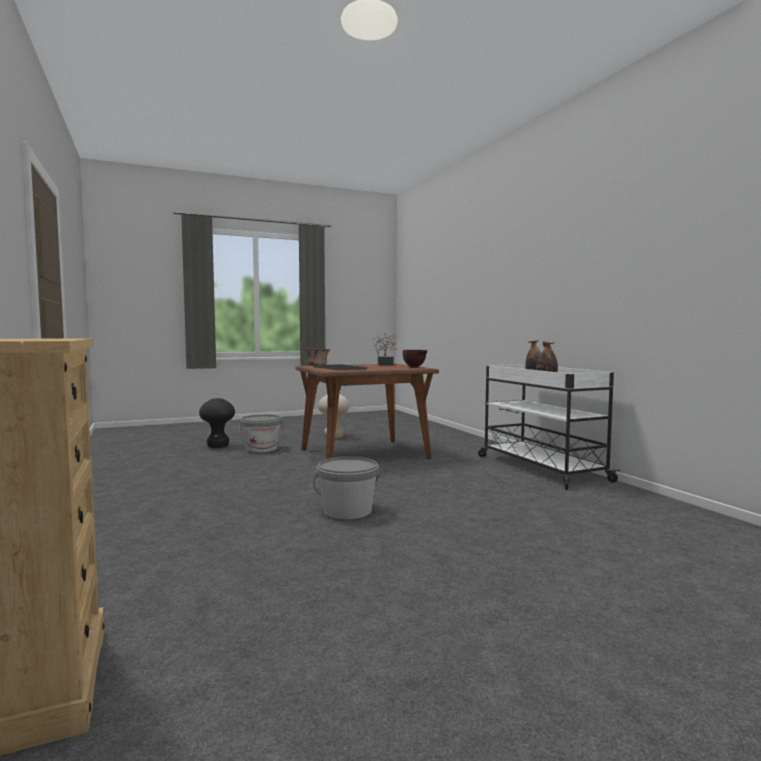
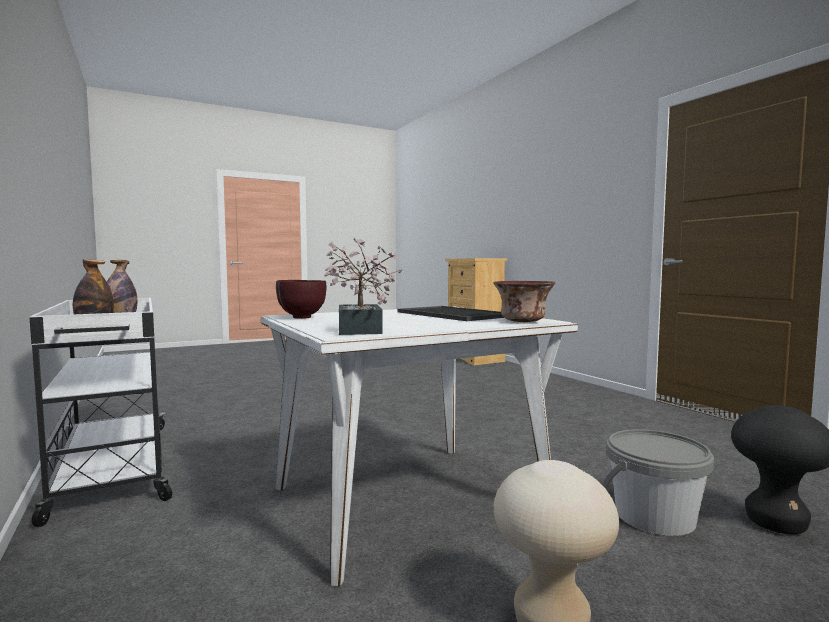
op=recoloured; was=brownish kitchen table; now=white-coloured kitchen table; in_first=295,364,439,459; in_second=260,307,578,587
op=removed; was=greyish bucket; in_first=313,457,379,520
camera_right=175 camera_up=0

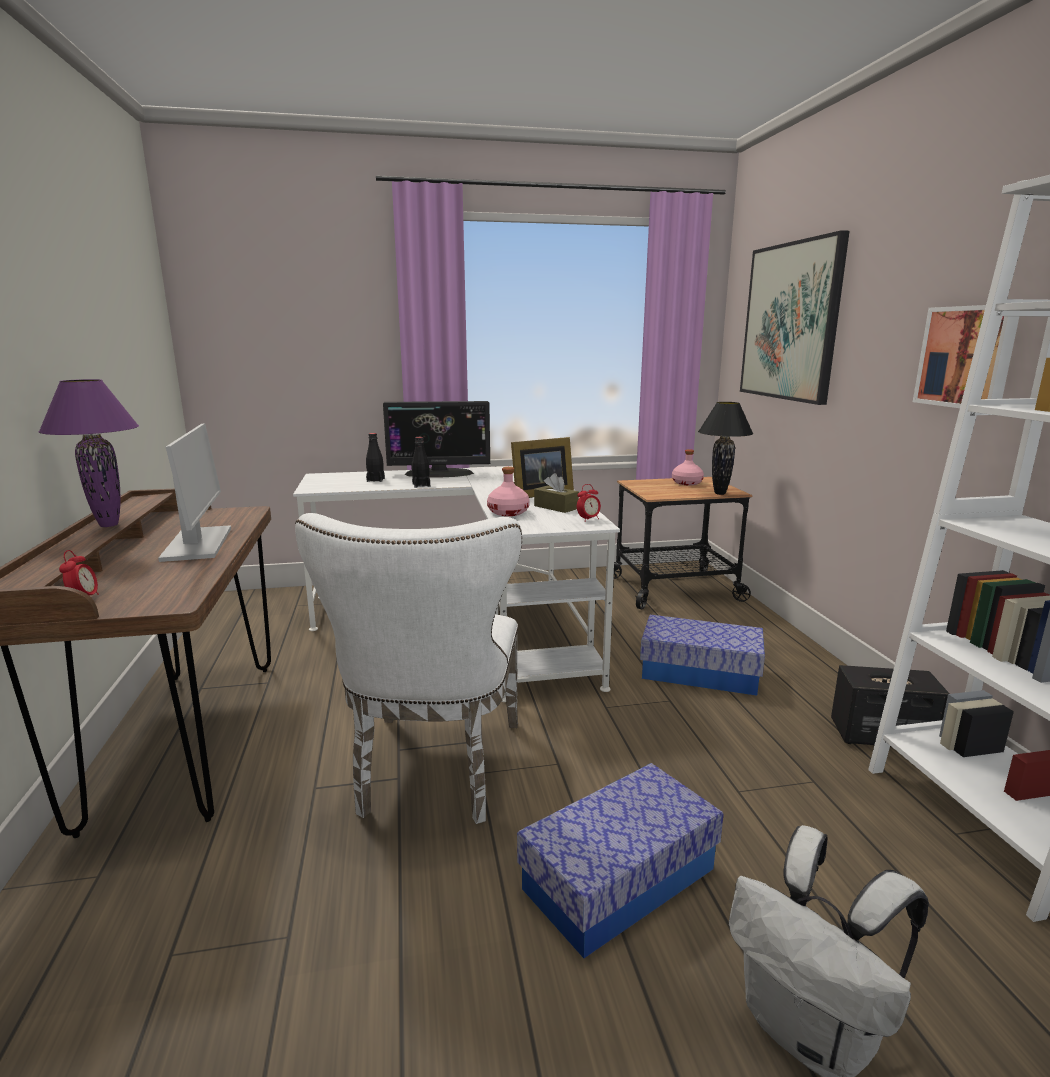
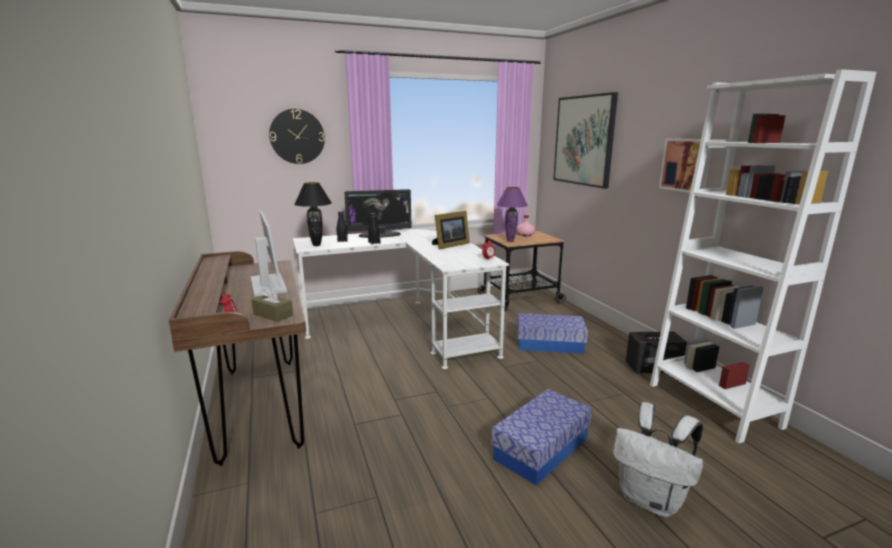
op=moved; was=brownish tissue holder; in_first=534,473,579,513; in_second=252,285,293,322
op=added; now=wall clock; in_second=269,109,325,164
op=moved; was=black-coloured table lamp; in_first=698,402,753,495; in_second=294,182,332,246
op=moved; was=purple table lamp; in_first=38,379,139,527; in_second=496,187,528,242
op=removed; was=white-coloured upright chair; in_first=295,513,522,824
op=removed; was=pink bottle; in_first=487,467,530,516
camera_right=-10 camera_up=0

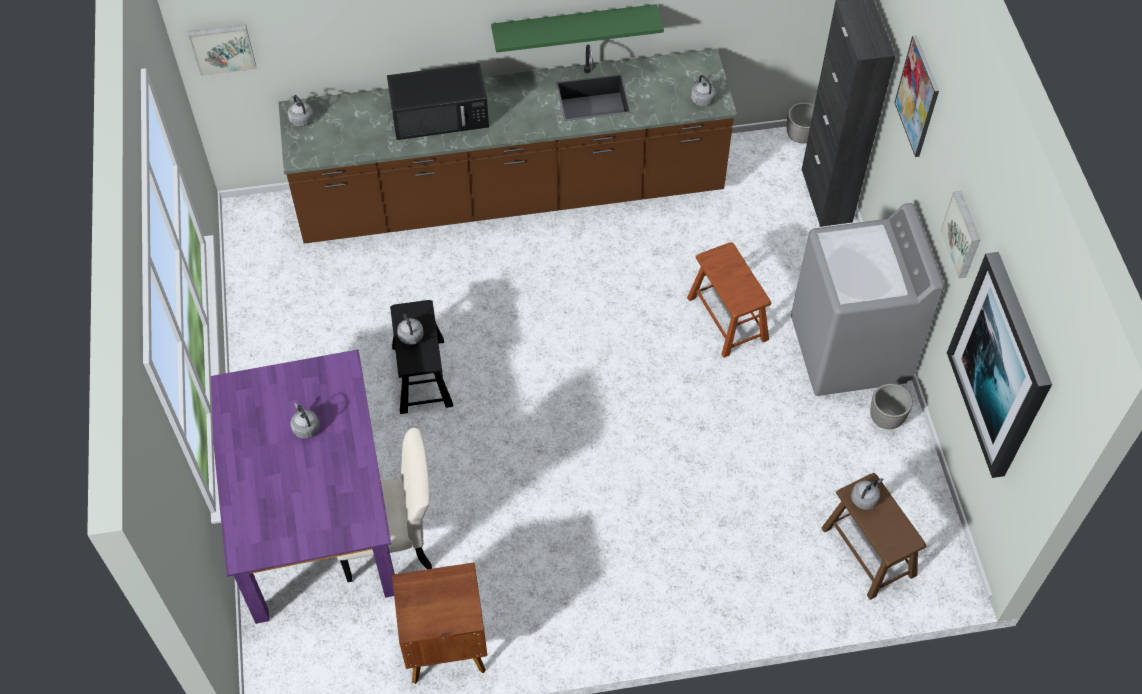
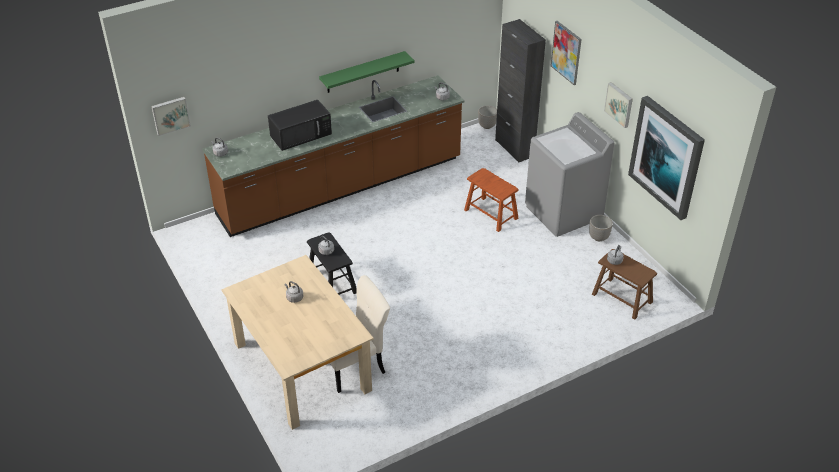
op=recoloured; was=purple kitchen table; now=sand-coloured kitchen table; in_first=211,350,395,624; in_second=221,255,374,430
op=removed; was=brownish nightstand; in_first=392,562,487,684
camera_right=-20 camera_up=-15

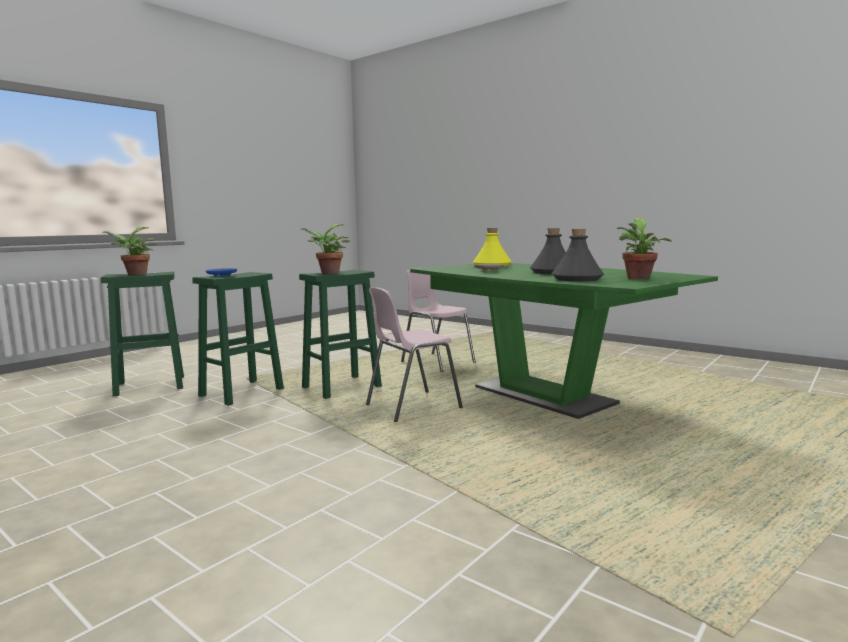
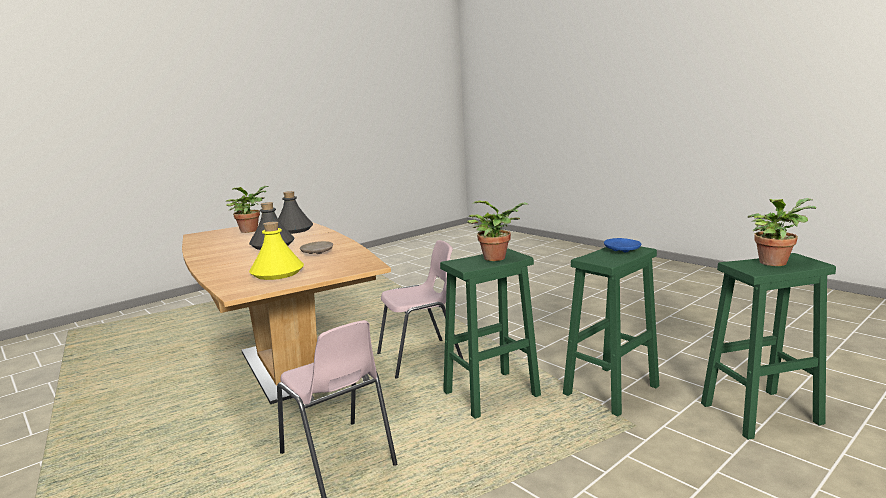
op=recoloured; was=green kitchen table; now=brownish kitchen table; in_first=410,263,718,419; in_second=182,222,391,404
camera_right=-170 camera_up=5

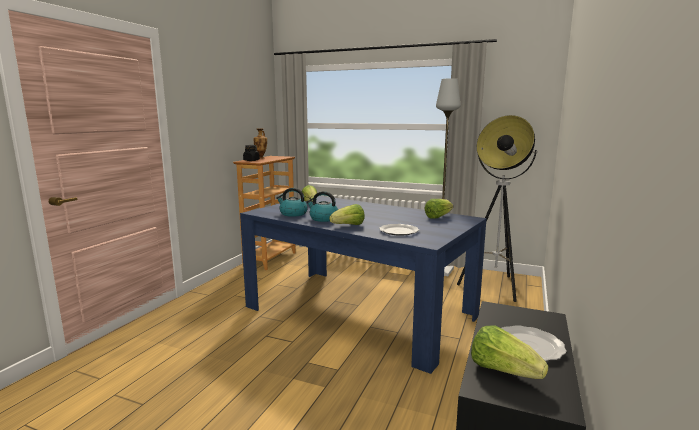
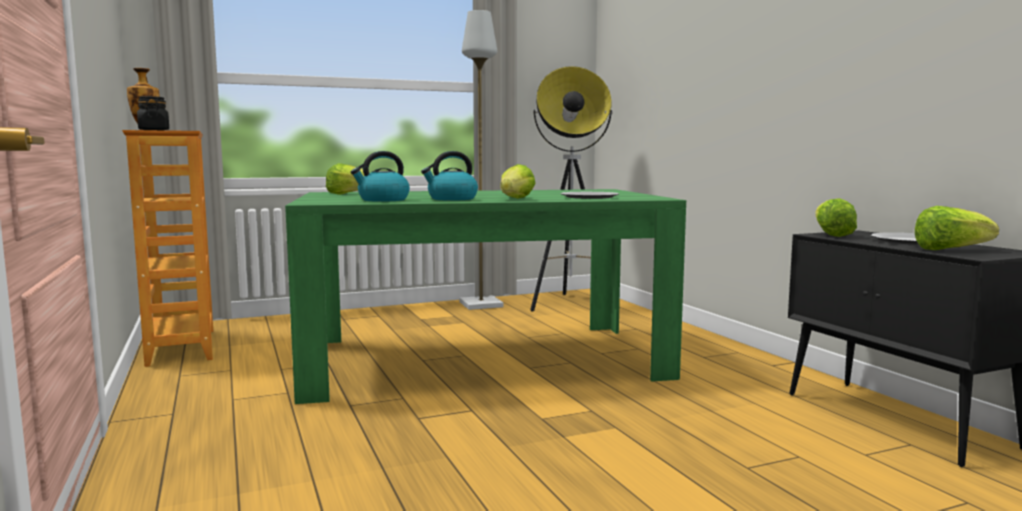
op=recoloured; was=blue kitchen table; now=green kitchen table; in_first=240,196,487,374; in_second=285,189,686,404
op=moved; was=lettuce head; in_first=424,199,453,219; in_second=815,198,857,237
camera_right=-45 camera_up=-5

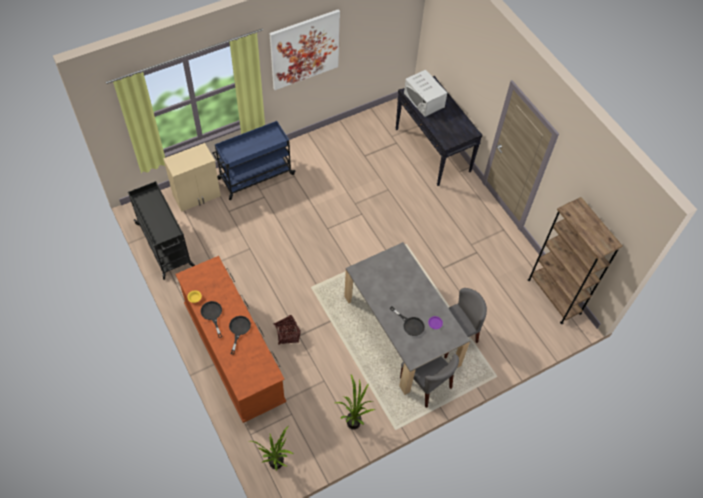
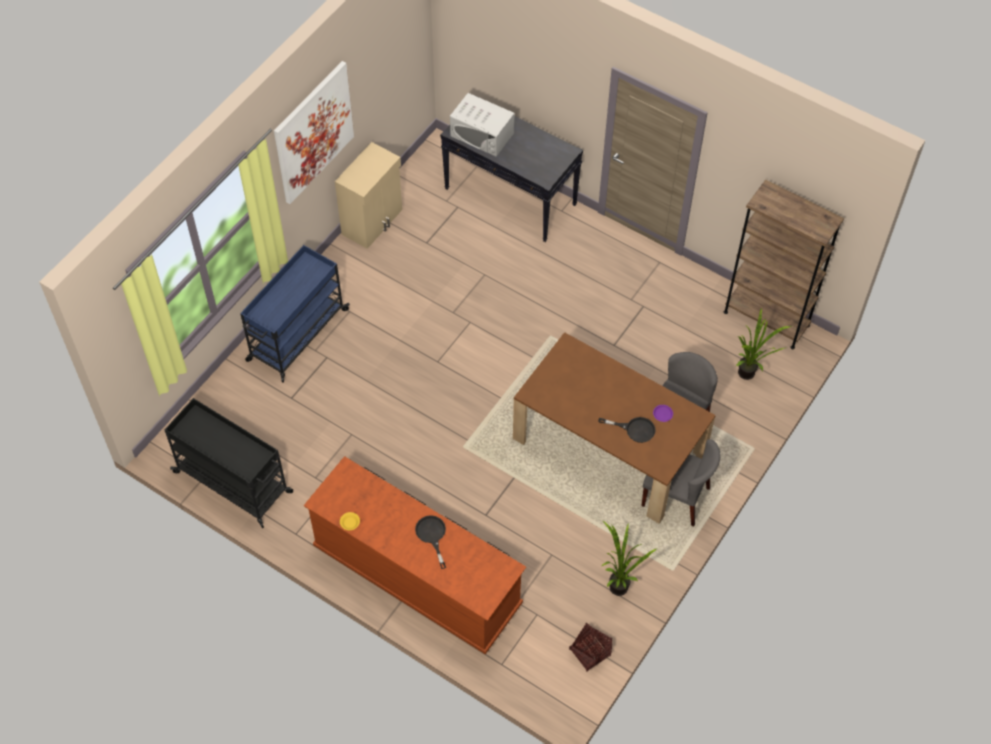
op=moved; was=sand-coloured storage cabinet; in_first=163,143,221,212; in_second=335,142,402,249
op=recoloured; was=greyish kitchen table; now=brownish kitchen table; in_first=344,242,470,395; in_second=513,332,716,524
op=moved; was=storage basket; in_first=274,315,301,344; in_second=569,623,612,672
op=moved; was=potted plant; in_first=249,425,293,471; in_second=736,307,792,380
op=removed; was=black-coloured pan; in_first=201,301,222,338
camera_right=-25 camera_up=0

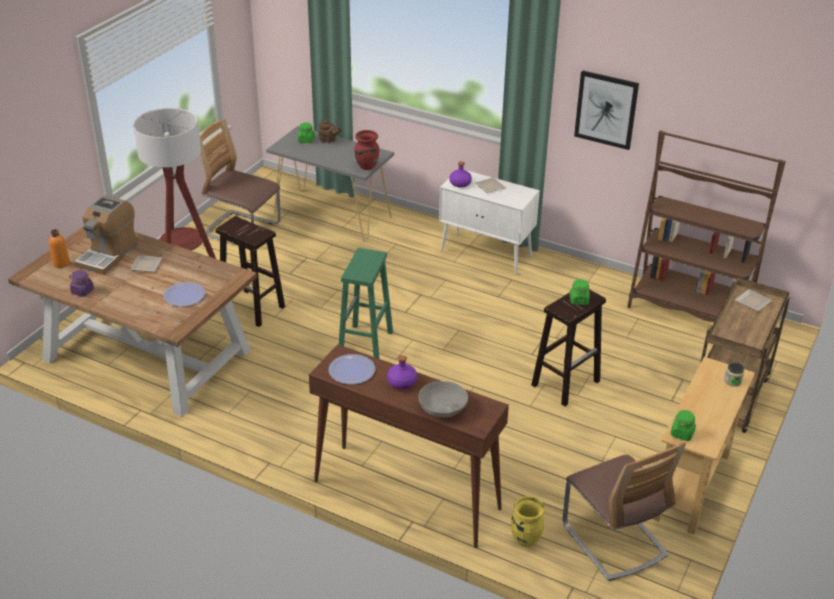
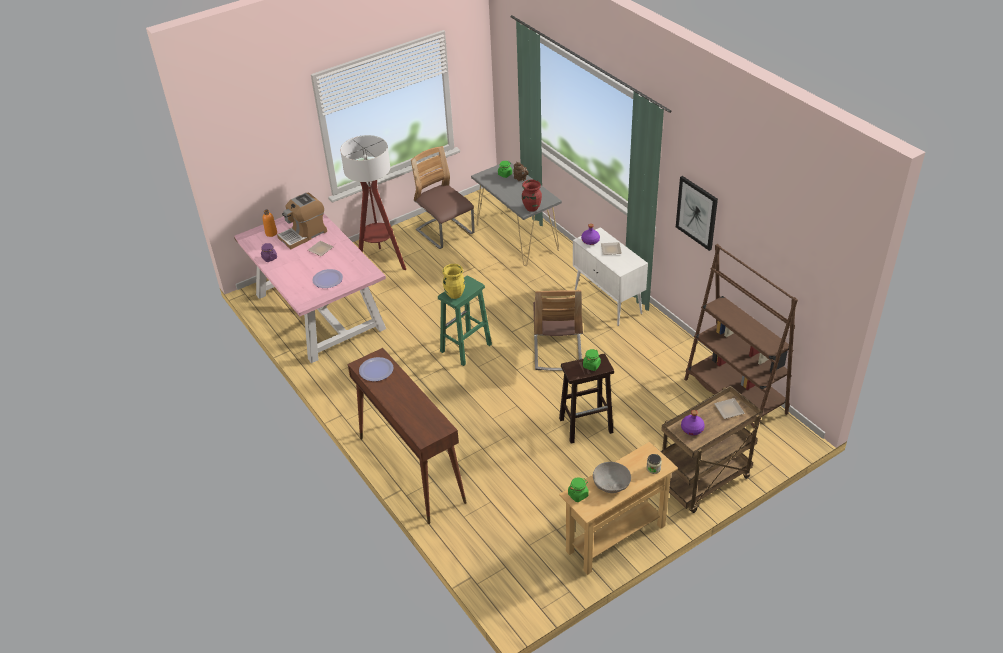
op=recoloured; was=brownish kitchen table; now=pink kitchen table; in_first=8,226,257,416; in_second=234,214,386,363
op=moved; was=yellow vase; in_first=511,496,545,547; in_second=442,264,465,299
op=moved; was=upright chair; in_first=563,442,686,581; in_second=533,290,583,371
op=moved; was=greyish serving bowl; in_first=419,381,468,417; in_second=593,462,631,493
op=moved; was=purple bottle; in_first=387,355,417,390; in_second=681,410,705,436
op=removed; was=brownish sitting stool; in_first=216,216,285,327
camera_right=30 camera_up=5

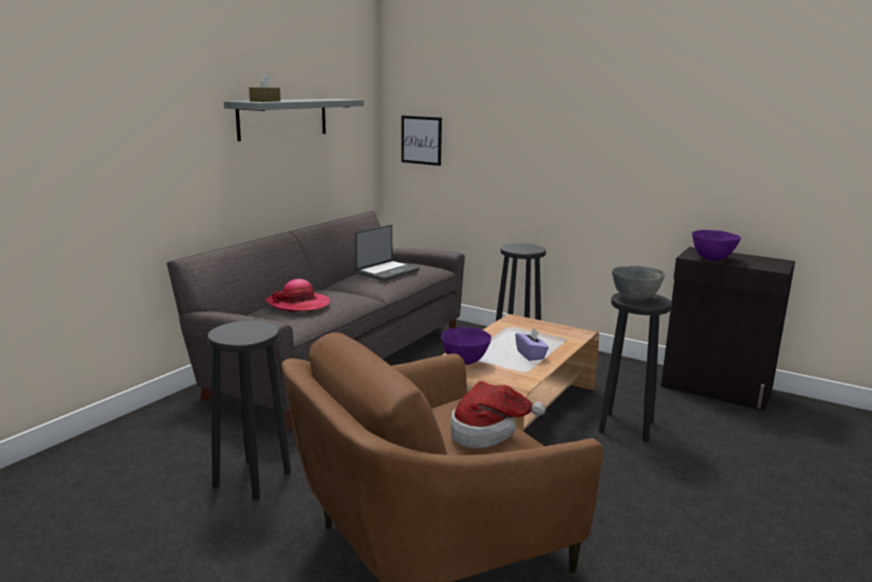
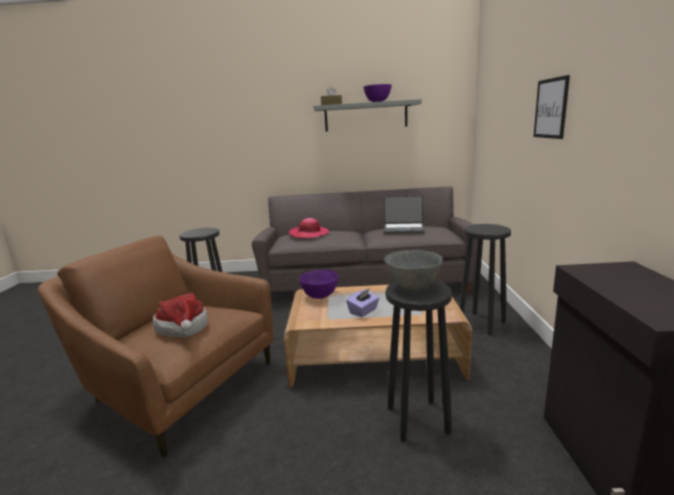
op=moved; was=purple serving bowl; in_first=692,230,741,261; in_second=363,84,392,102
op=moved; was=wall picture; in_first=401,116,442,166; in_second=533,75,570,139
camera_right=60 camera_up=0

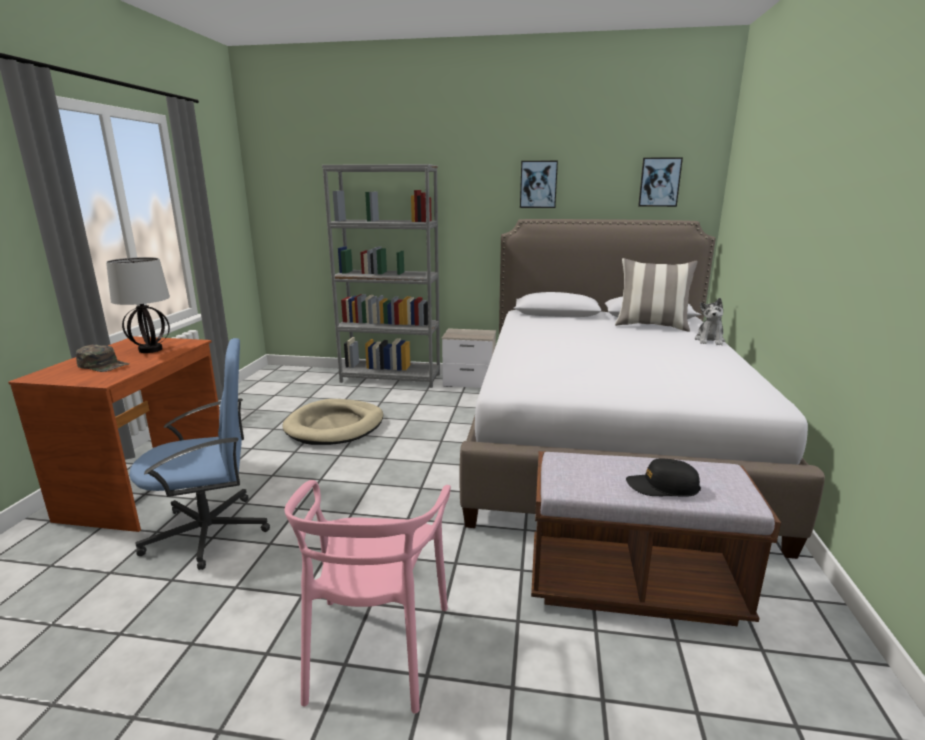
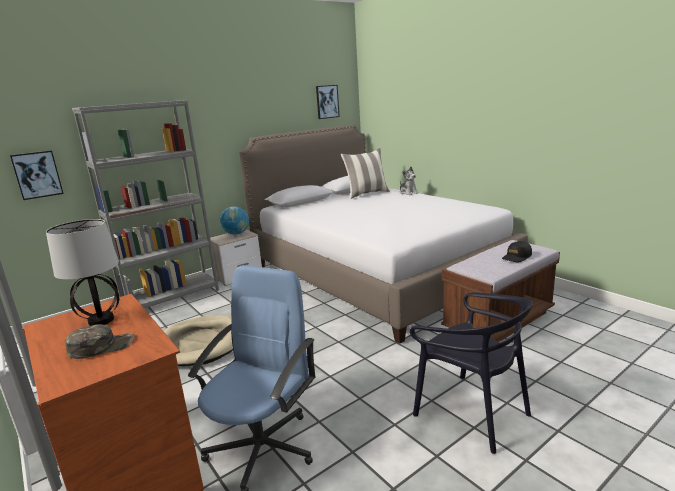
op=moved; was=wall picture; in_first=520,161,558,208; in_second=10,150,64,200
op=added; now=desk globe; in_second=220,206,249,235
op=recoloured; was=pink upright chair; now=black-coloured upright chair; in_first=284,480,451,714; in_second=410,292,533,454
camera_right=-45 camera_up=0

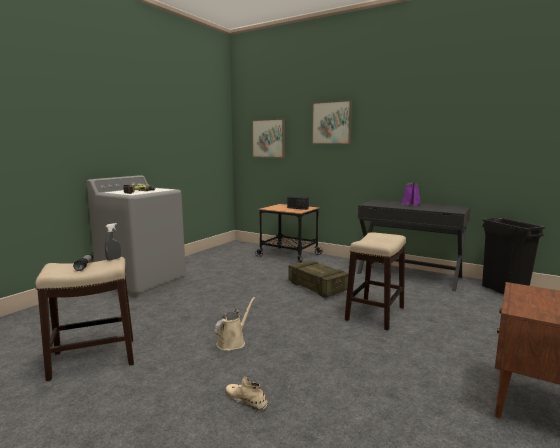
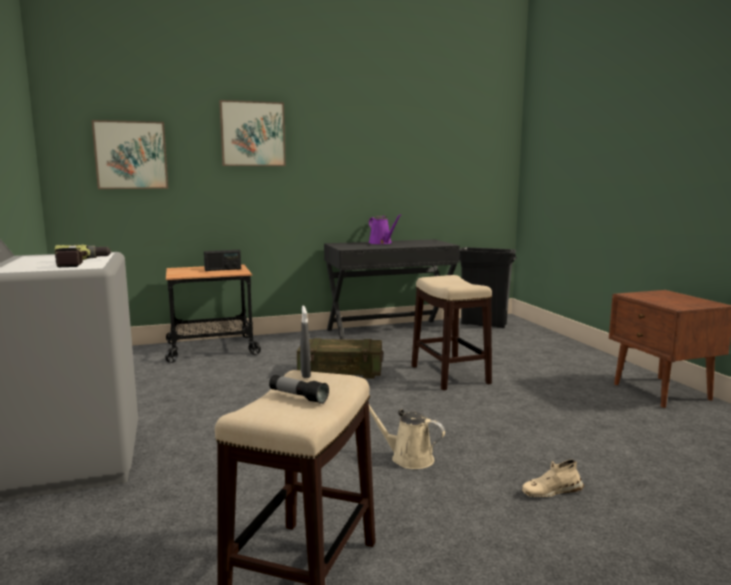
op=turned; was=sand-coloured watering can; in_first=214,297,255,351; in_second=369,405,445,469; clockwise=-45
camera_right=-50 camera_up=0

